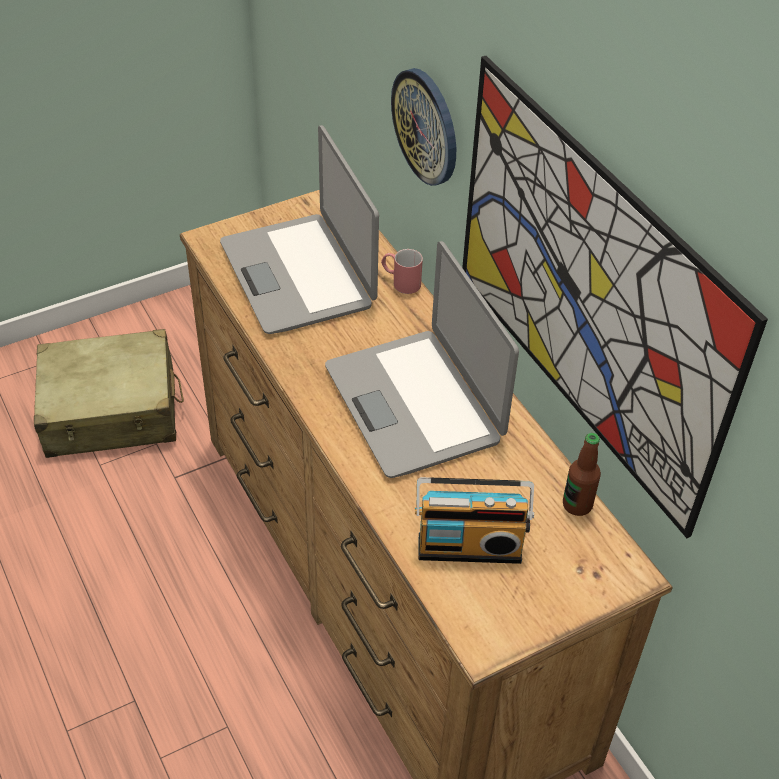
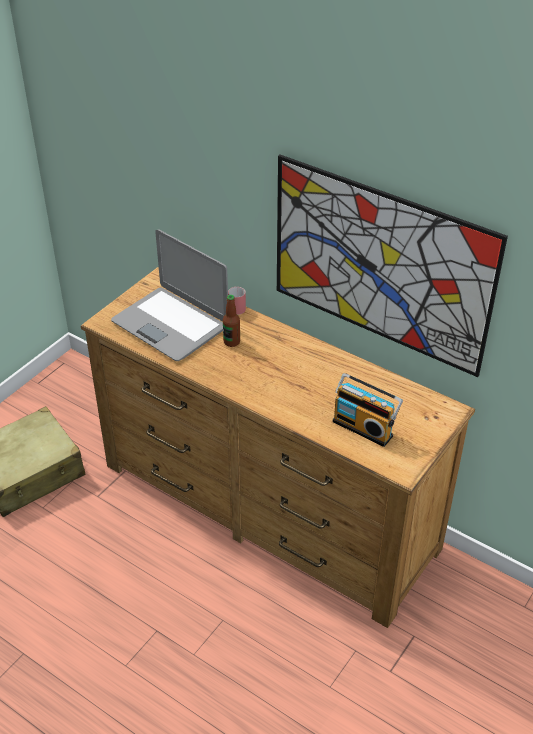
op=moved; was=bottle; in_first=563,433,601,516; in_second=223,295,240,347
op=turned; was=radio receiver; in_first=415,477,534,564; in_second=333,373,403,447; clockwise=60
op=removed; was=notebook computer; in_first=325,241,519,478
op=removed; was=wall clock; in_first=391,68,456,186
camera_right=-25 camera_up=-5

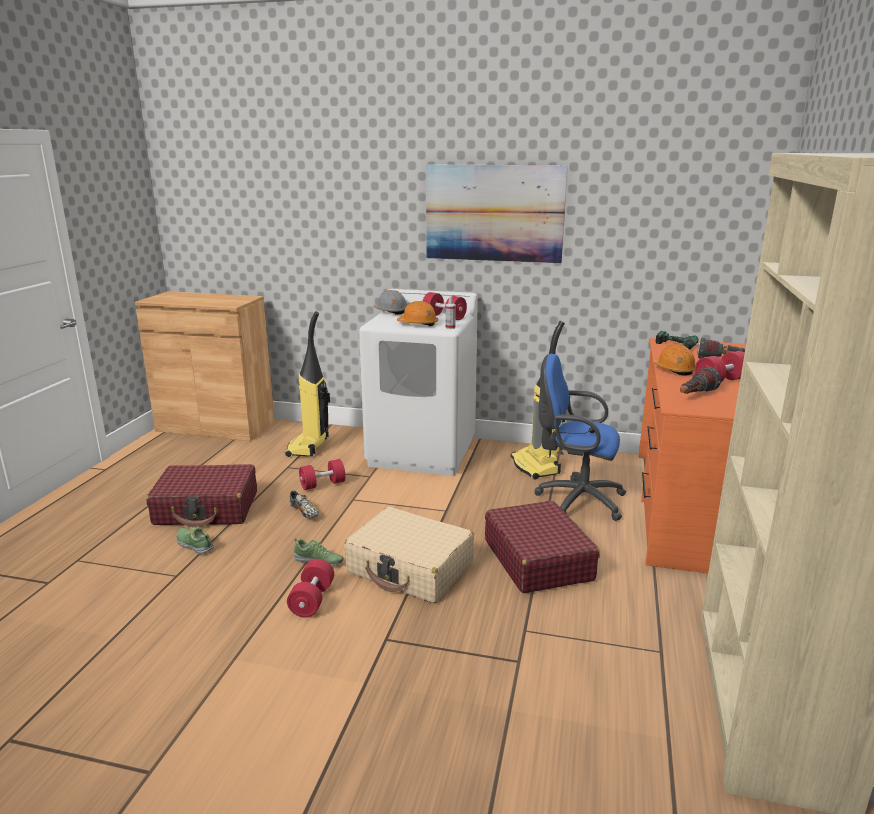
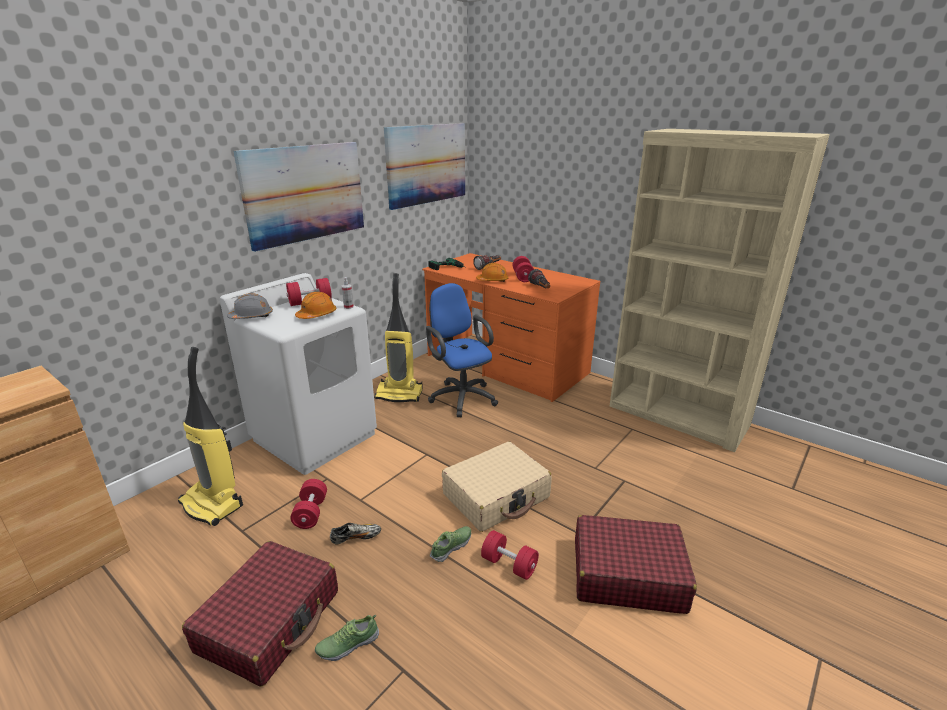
op=added; now=wall picture; in_second=384,123,465,210
op=turned; was=blue computer chair; in_first=534,354,626,521; in_second=426,283,498,417; clockwise=105
op=moved; was=red-coloured suitcase; in_first=485,501,600,593; in_second=575,515,697,614
camera_right=-65 camera_up=5

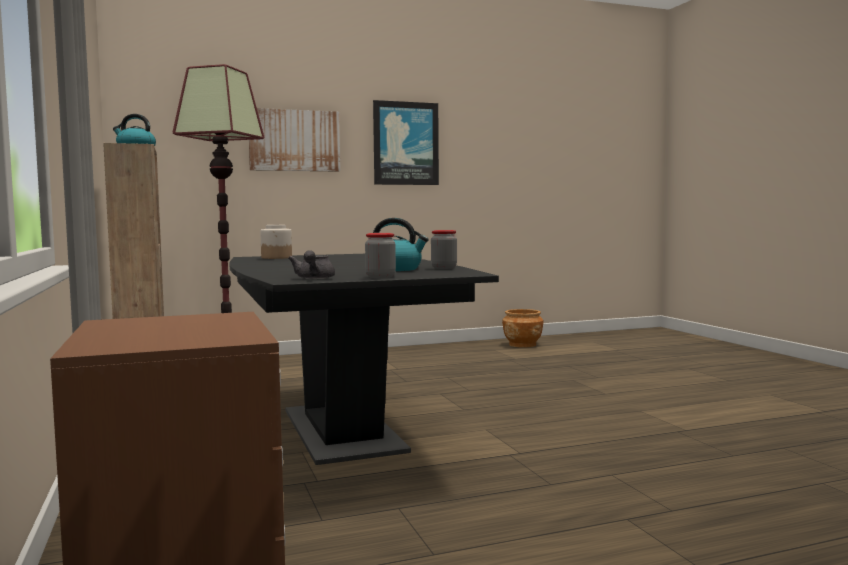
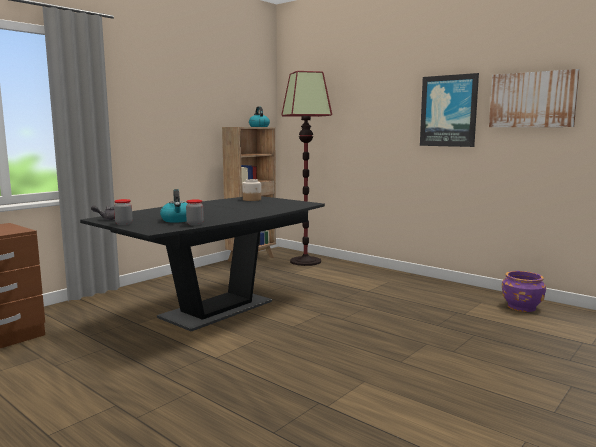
op=moved; was=wall picture; in_first=249,108,340,172; in_second=489,69,580,127
op=recoloured; was=brownish planter; now=purple planter; in_first=502,309,543,348; in_second=502,271,546,312
camera_right=60 camera_up=5

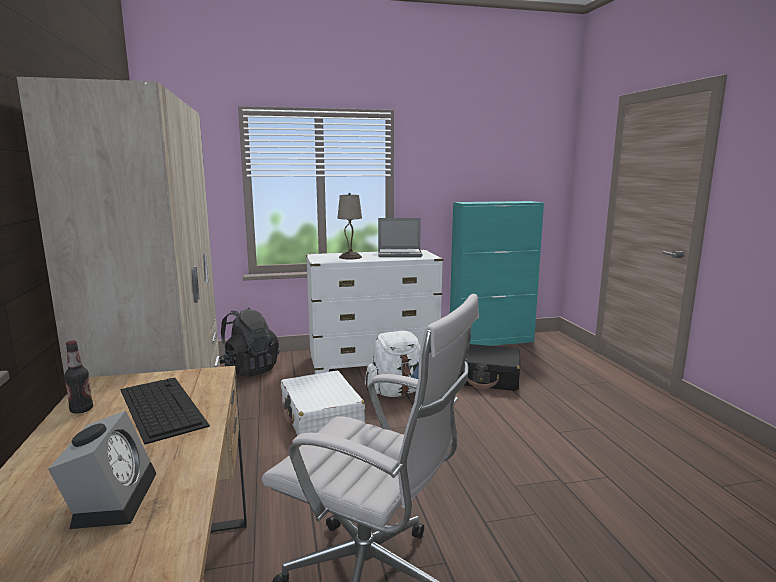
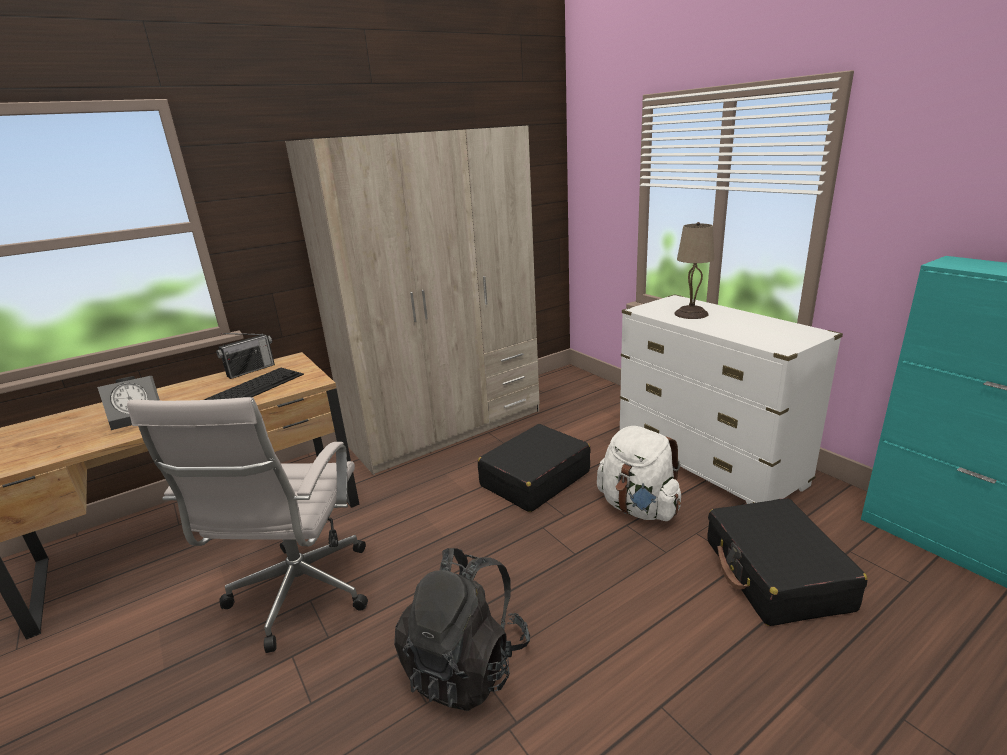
op=replaced; was=bottle; now=radio receiver; in_first=64,340,93,414; in_second=216,333,275,379
op=moved; was=black-coloured backpack; in_first=220,308,279,377; in_second=394,548,530,711
op=recoloured; was=white-coloured suitcase; now=black-coloured suitcase; in_first=281,371,365,436; in_second=478,424,591,512
op=removed; was=notebook computer; in_first=378,218,423,257
camera_right=70 camera_up=10

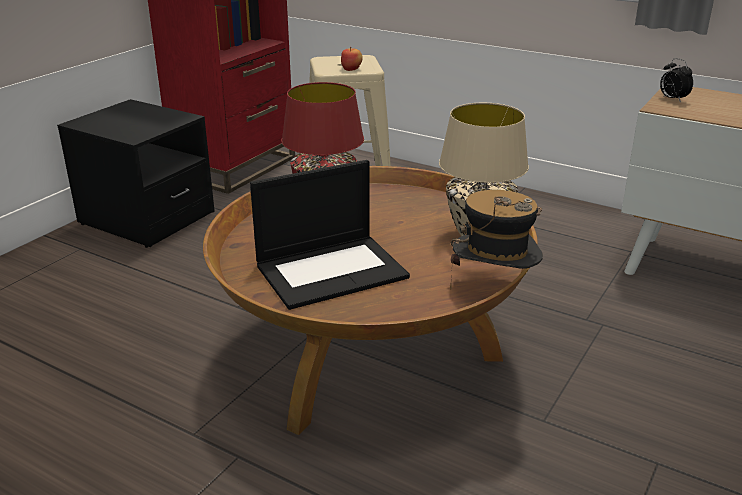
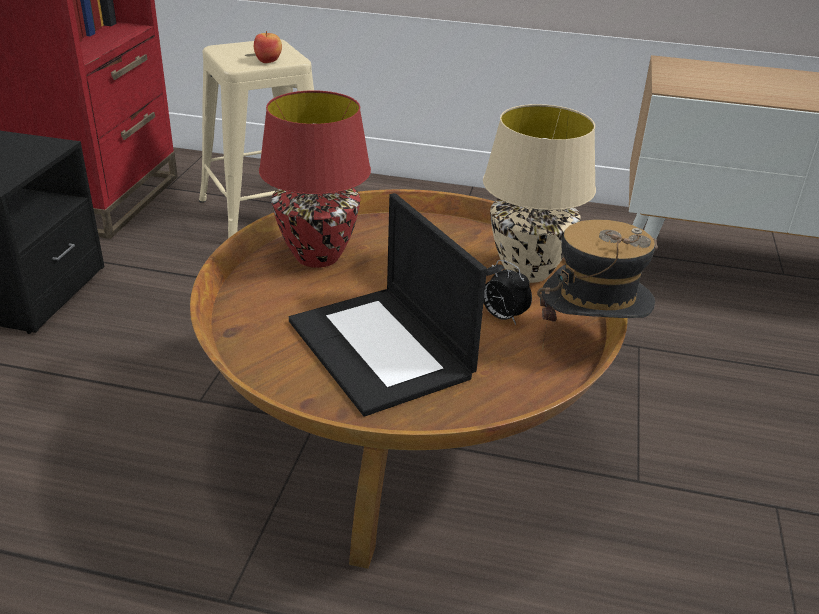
op=turned; was=notebook computer; in_first=250,160,410,310; in_second=289,193,487,416; clockwise=105
op=moved; was=bedside clock; in_first=660,58,693,102; in_second=484,260,532,325
camera_right=-20 camera_up=5

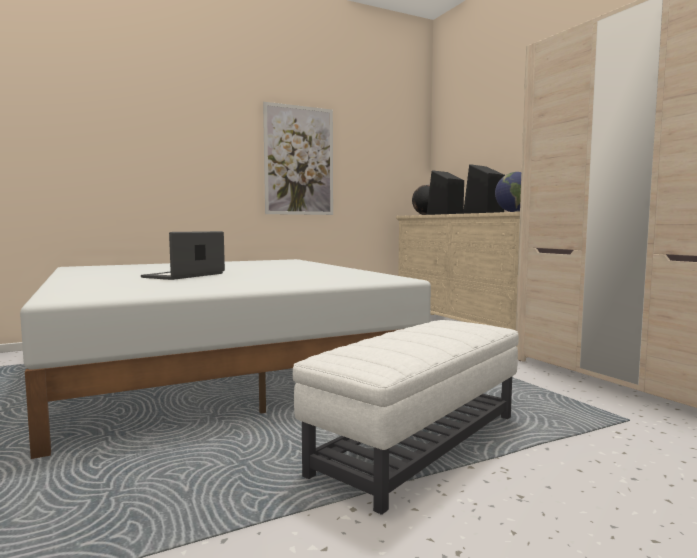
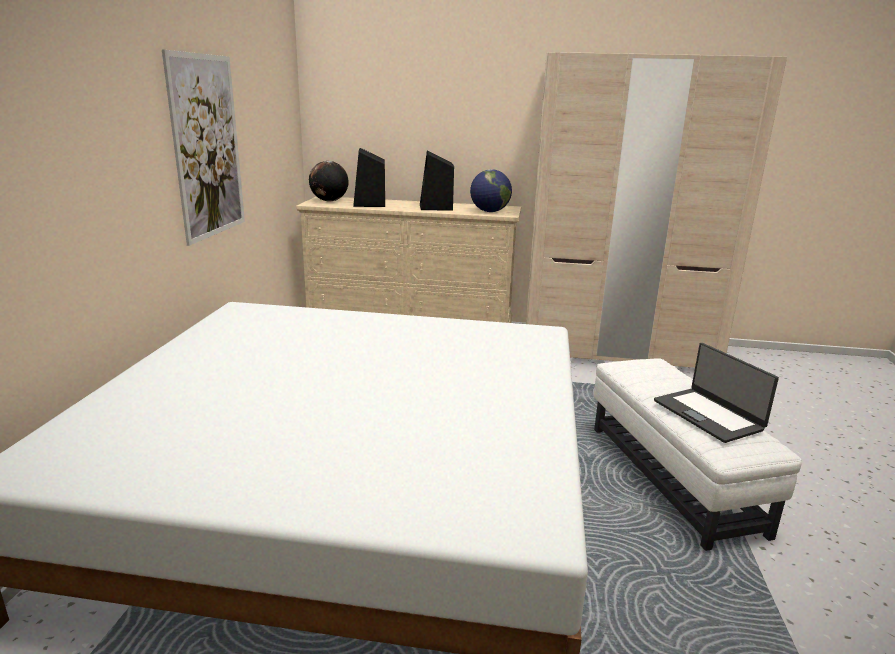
op=moved; was=notebook computer; in_first=141,231,225,280; in_second=654,343,779,443
camera_right=-55 camera_up=15

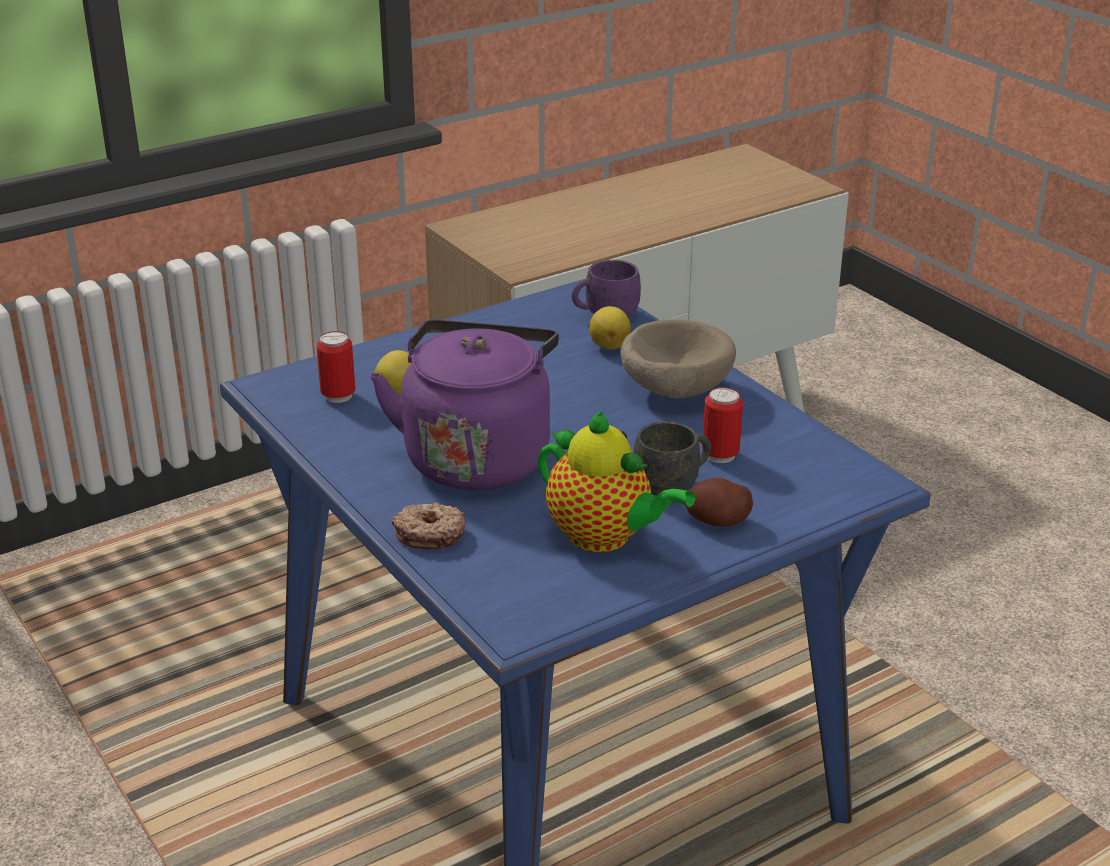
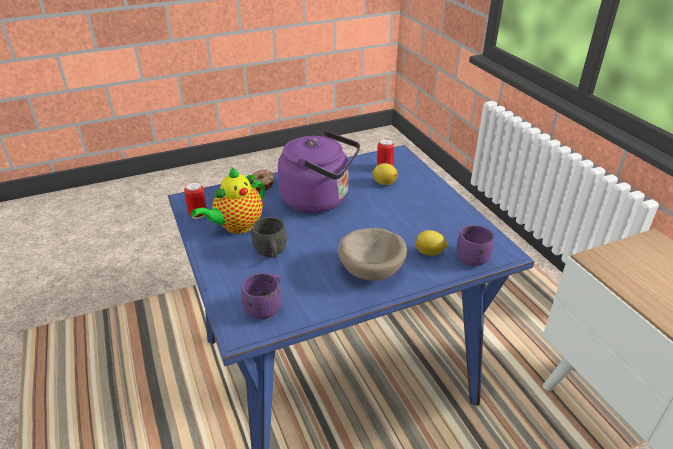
op=moved; was=can; in_first=702,387,743,463; in_second=184,182,207,219
op=added; now=purple tea mug; in_second=241,273,282,319
op=removed; was=potato; in_first=686,478,753,526
camera_right=100 camera_up=5

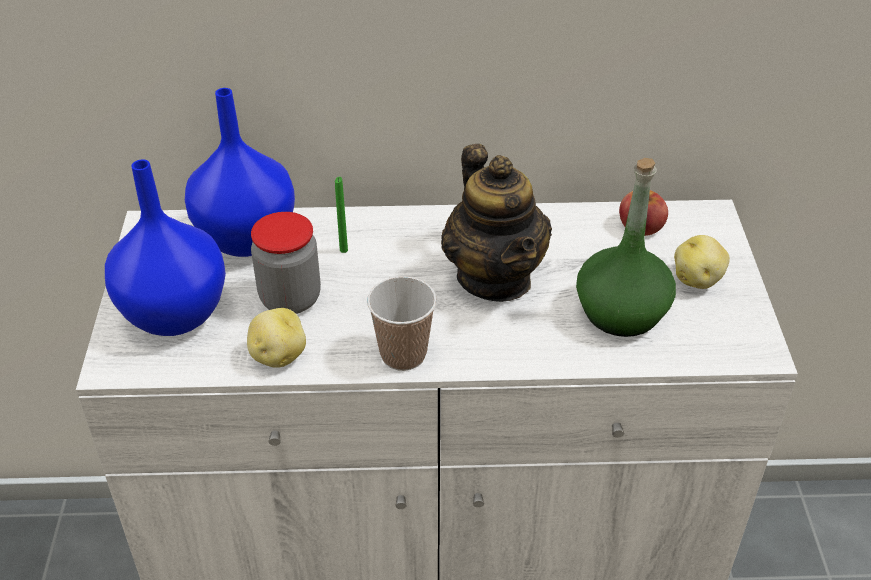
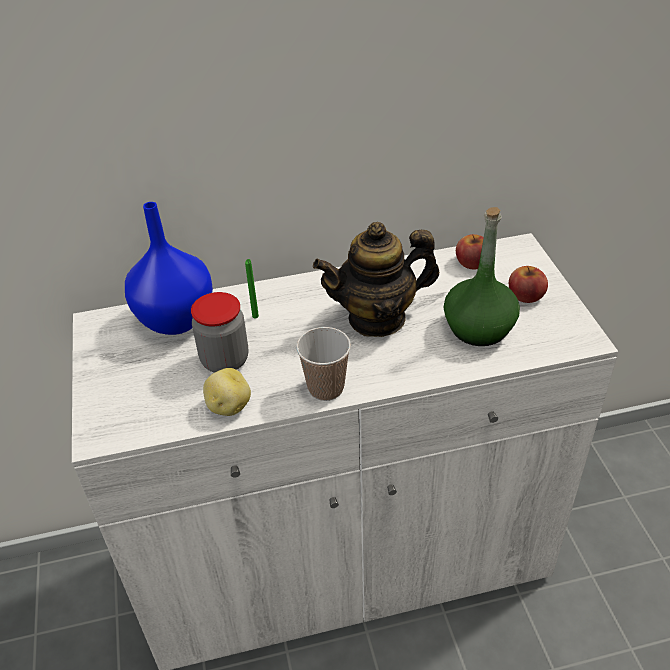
op=turned; was=pot for tea; in_first=441,144,552,302; in_second=313,222,439,337; clockwise=105
op=replaced; was=potato; now=apple fruit; in_first=674,235,730,289; in_second=509,266,548,303
op=removed; was=blue vase; in_first=105,160,226,336
camera_right=-10 camera_up=0

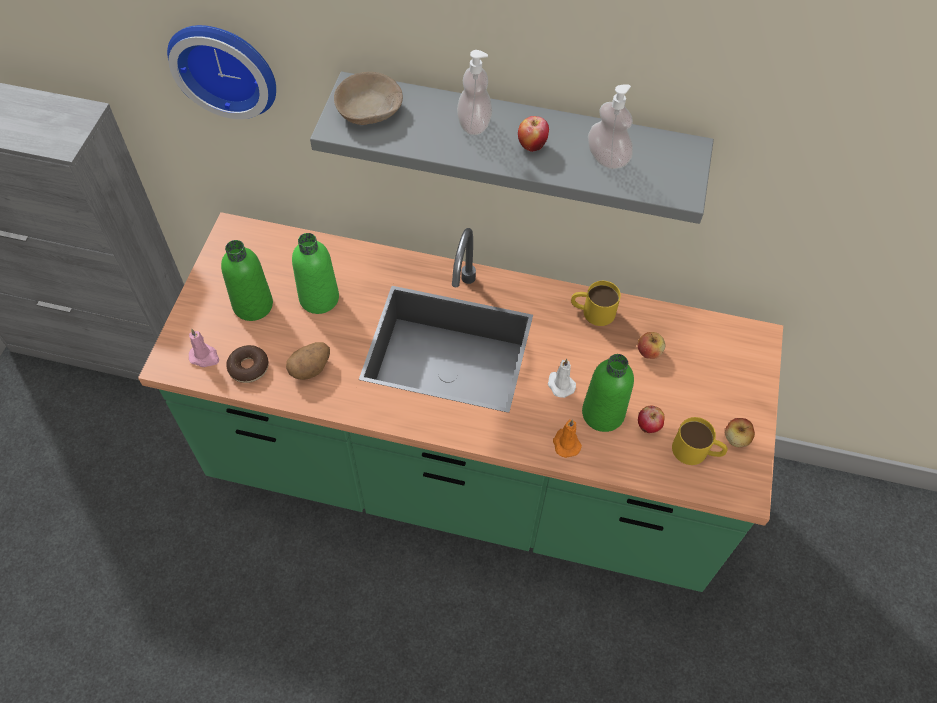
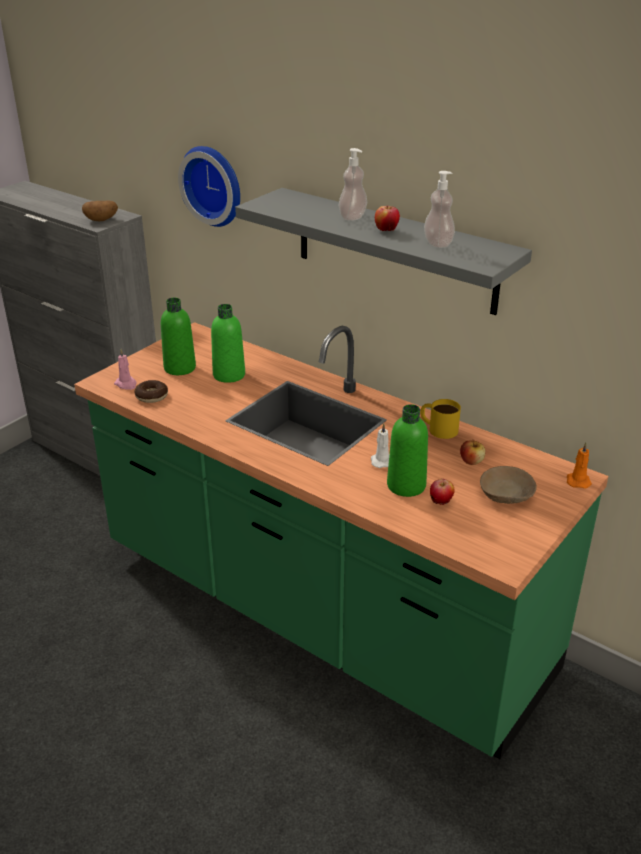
op=moved; was=potato; in_first=286,342,330,380; in_second=82,200,118,221
op=moved; was=sand-coloured serving bowl; in_first=334,72,403,125; in_second=480,466,537,504
op=moved; was=orange wax light; in_first=553,419,582,458; in_second=567,443,592,488
op=removed; was=yellow tea mug; in_first=672,417,728,465
op=removed; was=apple fruit; in_first=725,418,755,447
camera_right=25 camera_up=-25

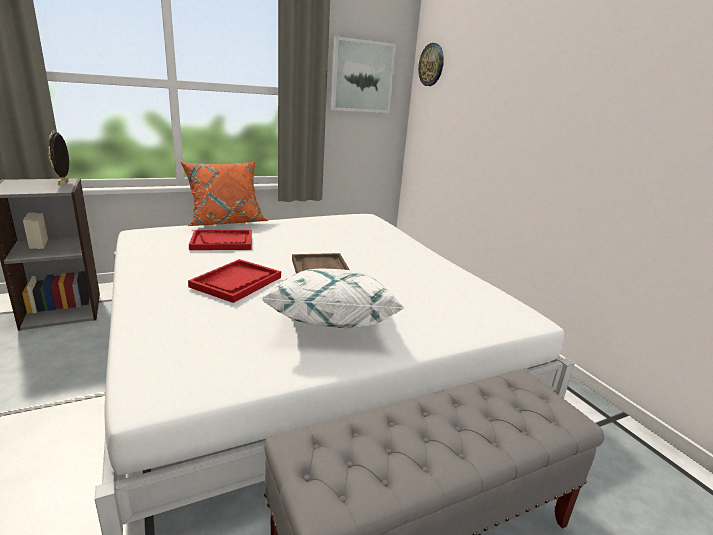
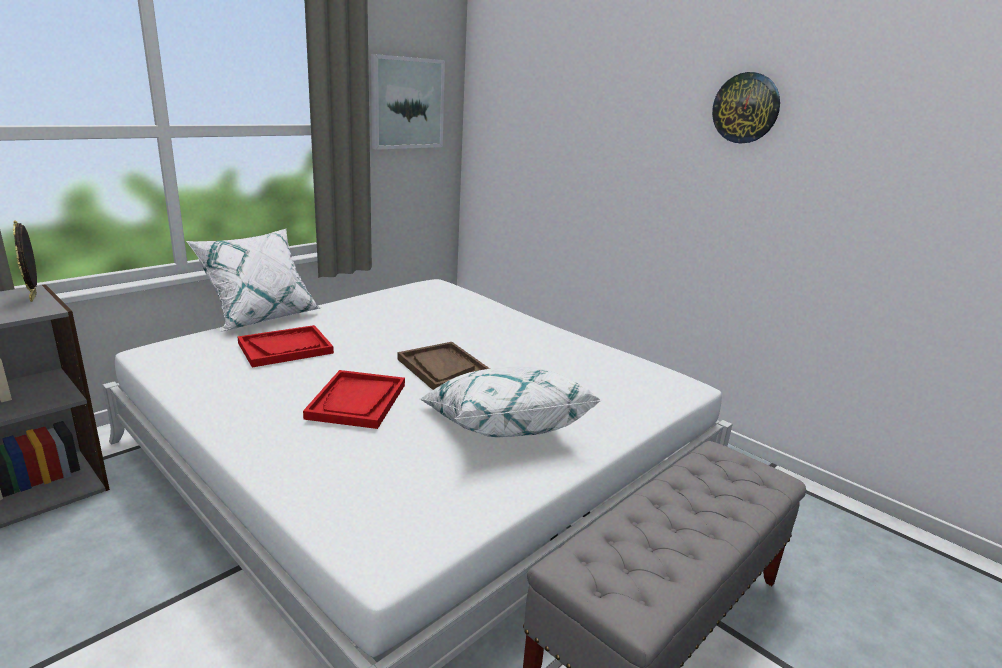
op=recoloured; was=orange cushion; now=white-coloured cushion; in_first=180,162,268,226; in_second=186,229,321,332
op=moved; was=wall clock; in_first=418,43,444,86; in_second=712,72,780,143
camera_right=-20 camera_up=0

